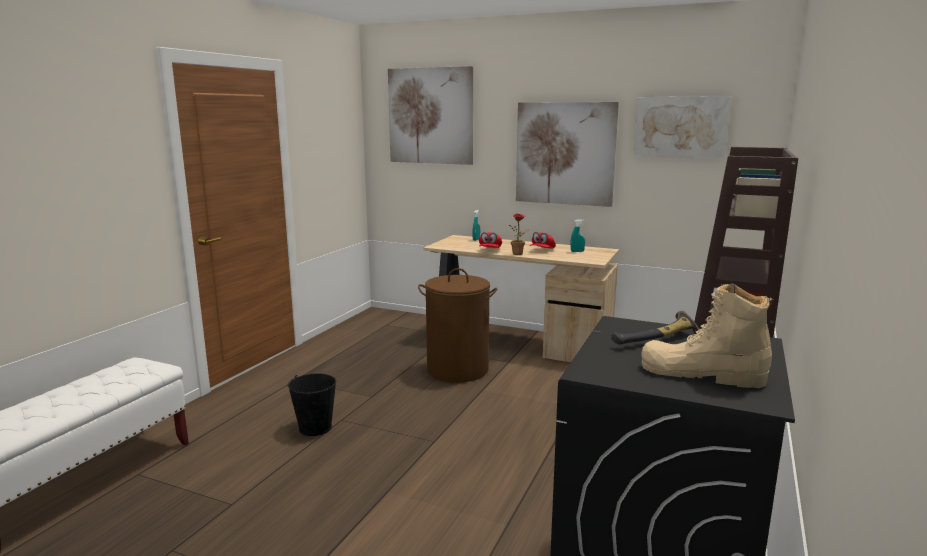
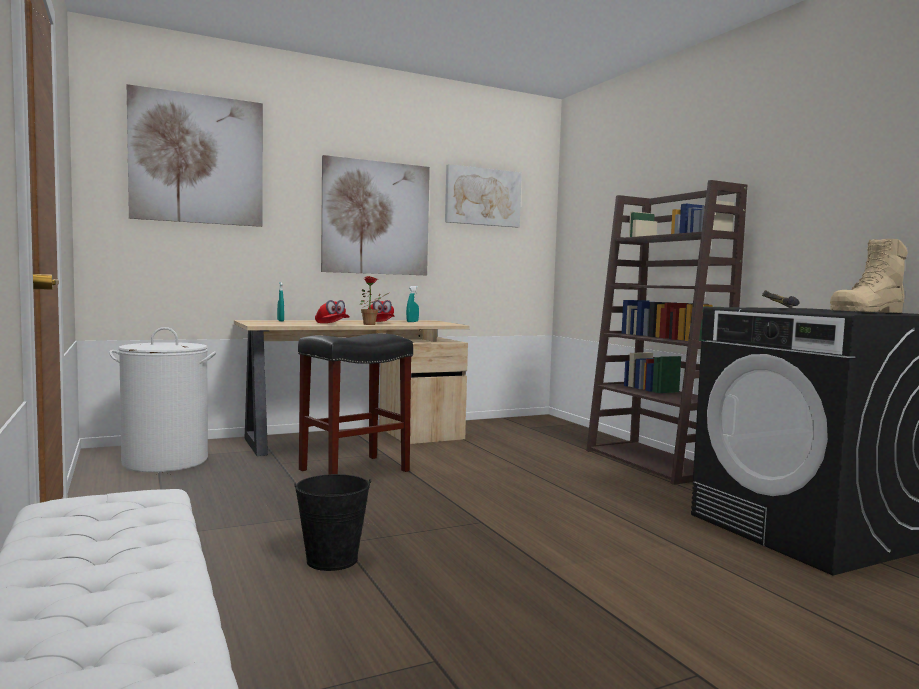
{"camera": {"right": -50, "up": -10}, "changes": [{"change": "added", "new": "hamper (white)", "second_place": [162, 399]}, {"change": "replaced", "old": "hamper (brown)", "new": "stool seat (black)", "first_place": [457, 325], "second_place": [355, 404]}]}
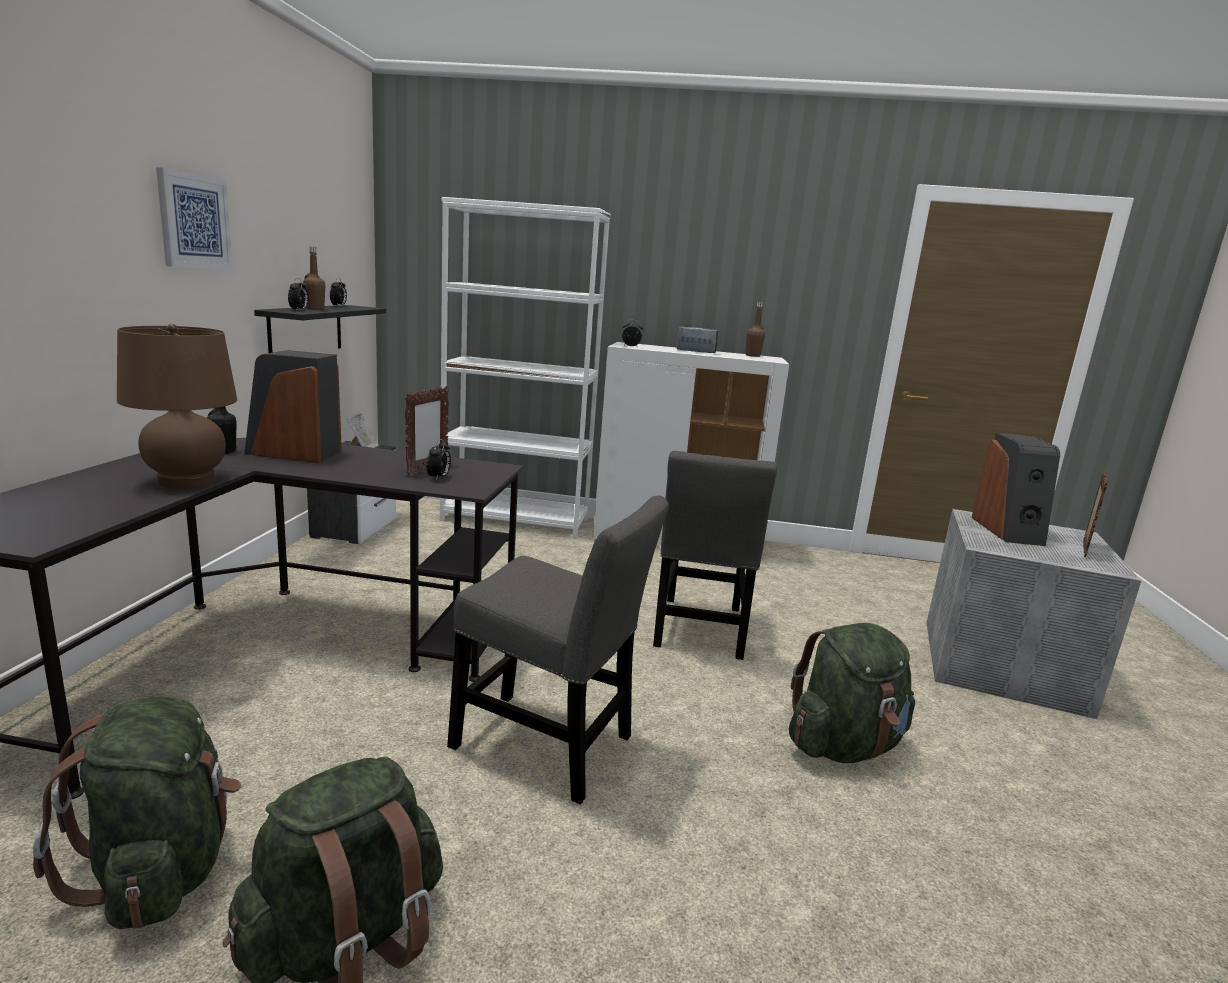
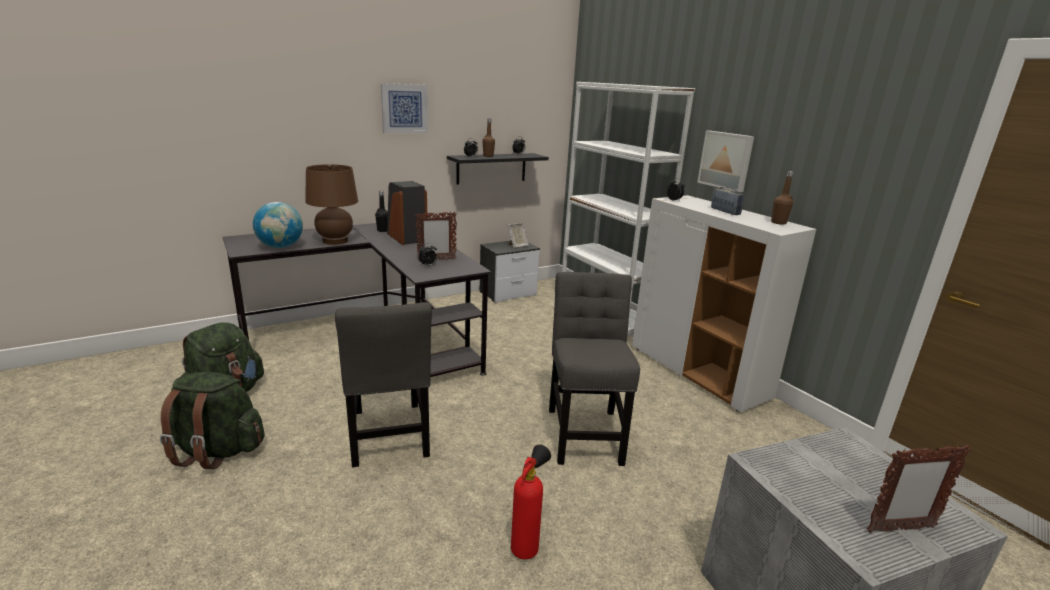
{"camera": {"right": 50, "up": 5}, "changes": [{"change": "removed", "old": "loudspeaker", "first_place": [1015, 489]}, {"change": "added", "new": "globe", "second_place": [278, 225]}, {"change": "added", "new": "wall picture", "second_place": [725, 161]}, {"change": "replaced", "old": "backpack (green)", "new": "fire-fighting cylinder", "first_place": [852, 693], "second_place": [531, 502]}, {"change": "turned", "old": "upright chair (greyish)", "first_place": [715, 555], "second_place": [594, 369], "degrees": 120}]}
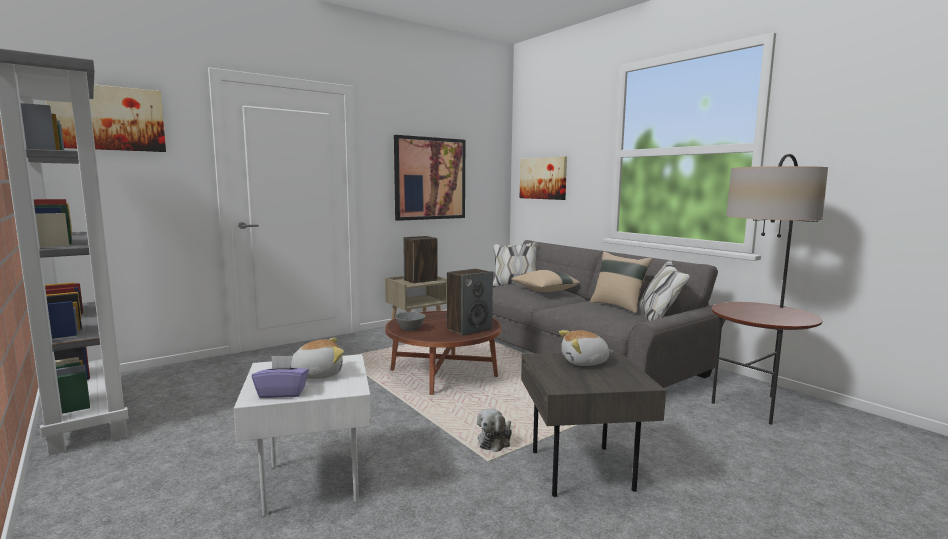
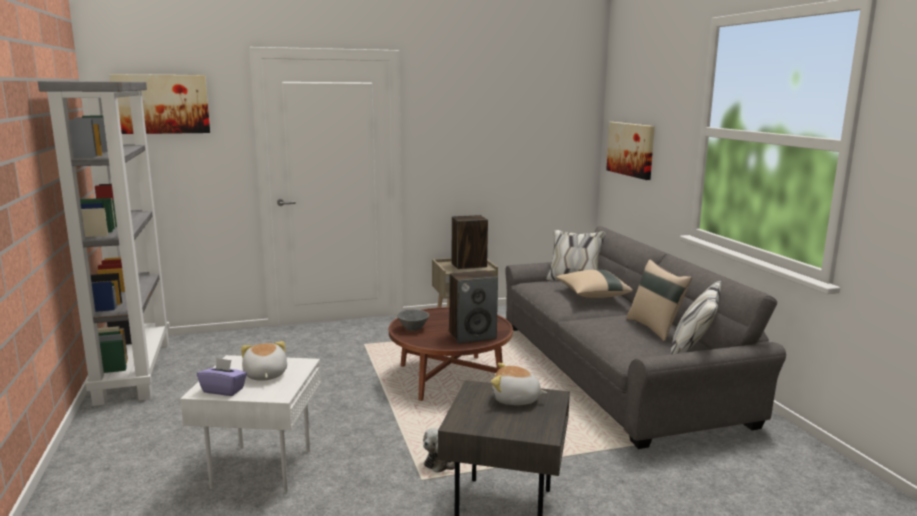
{"camera": {"right": 20, "up": 5}, "changes": [{"change": "removed", "old": "wall picture", "first_place": [429, 178]}, {"change": "removed", "old": "standing lamp", "first_place": [769, 288]}, {"change": "turned", "old": "cuddly toy", "first_place": [317, 358], "second_place": [264, 361], "degrees": -105}]}
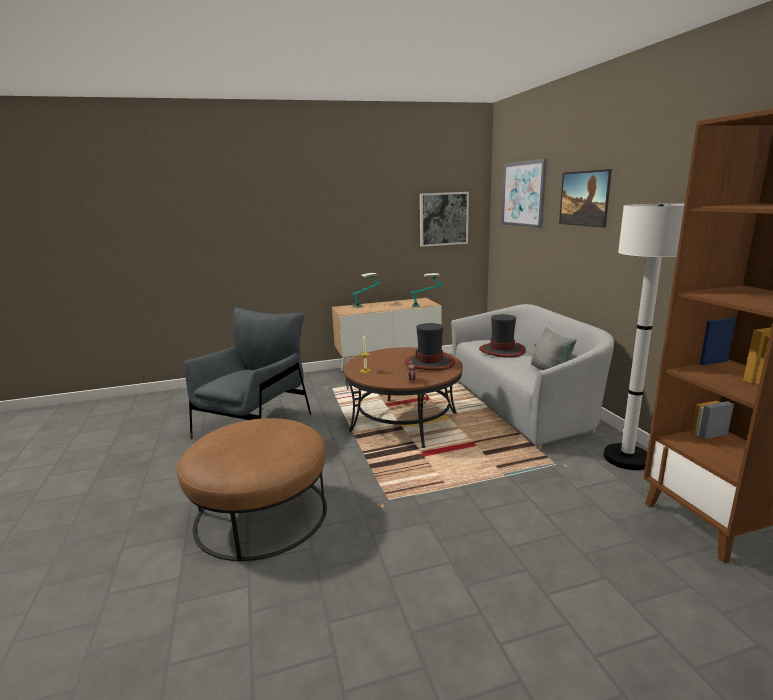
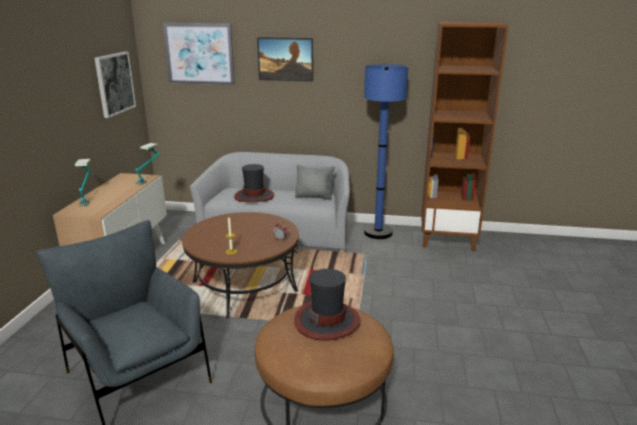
{"camera": {"right": -65, "up": 5}, "changes": [{"change": "moved", "old": "wearable hat", "first_place": [430, 346], "second_place": [327, 305]}, {"change": "recoloured", "old": "standing lamp (white)", "new": "standing lamp (blue-coloured)", "first_place": [644, 336], "second_place": [386, 151]}]}
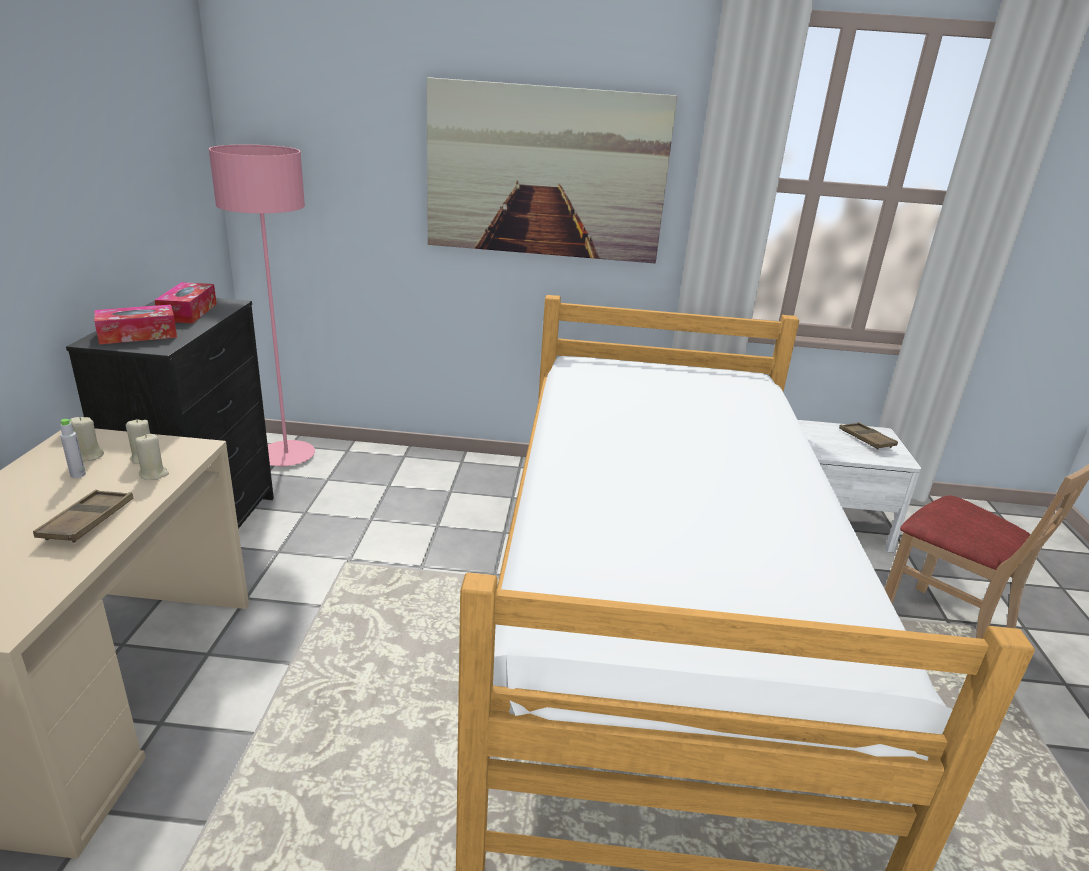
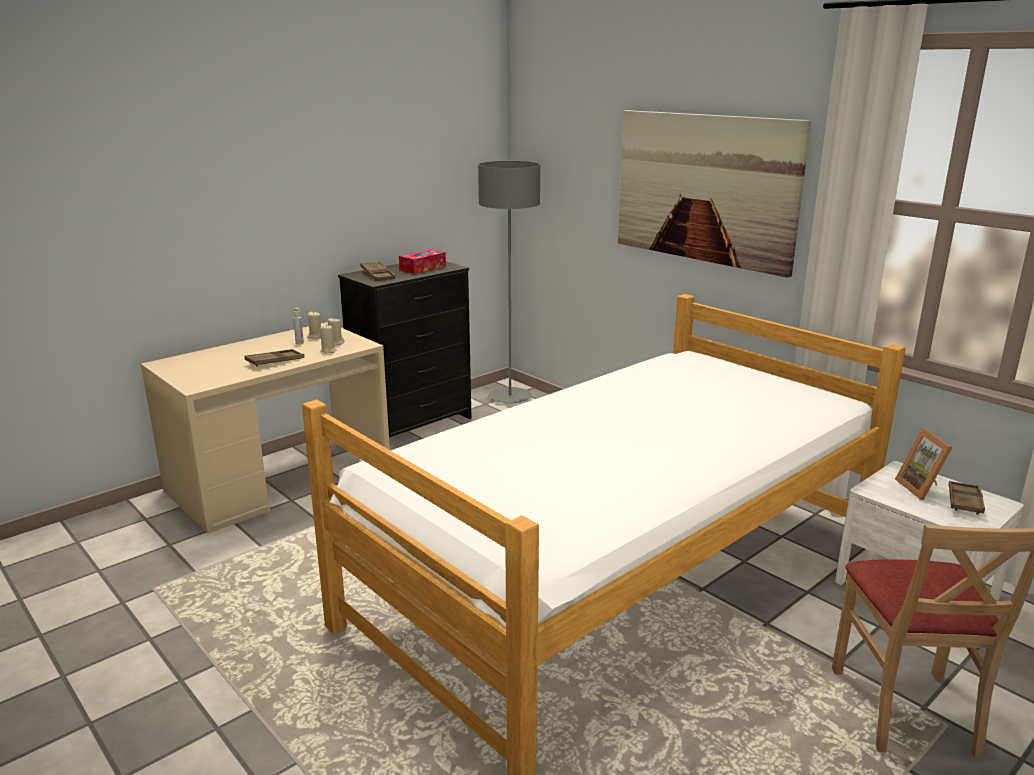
{"camera": {"right": 45, "up": -5}, "changes": [{"change": "added", "new": "photo frame", "second_place": [924, 464]}, {"change": "replaced", "old": "tissue box", "new": "tray (brown)", "first_place": [135, 324], "second_place": [377, 271]}, {"change": "recoloured", "old": "standing lamp (pink-coloured)", "new": "standing lamp (greyish)", "first_place": [262, 305], "second_place": [509, 282]}]}
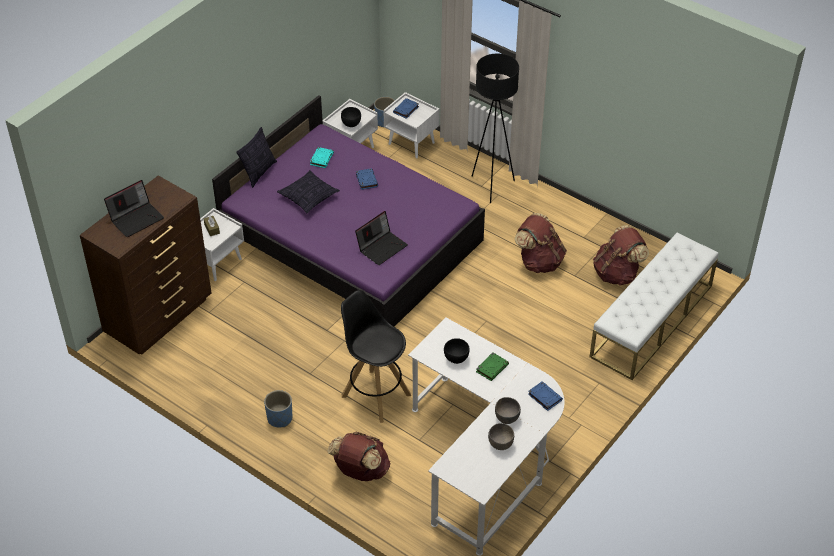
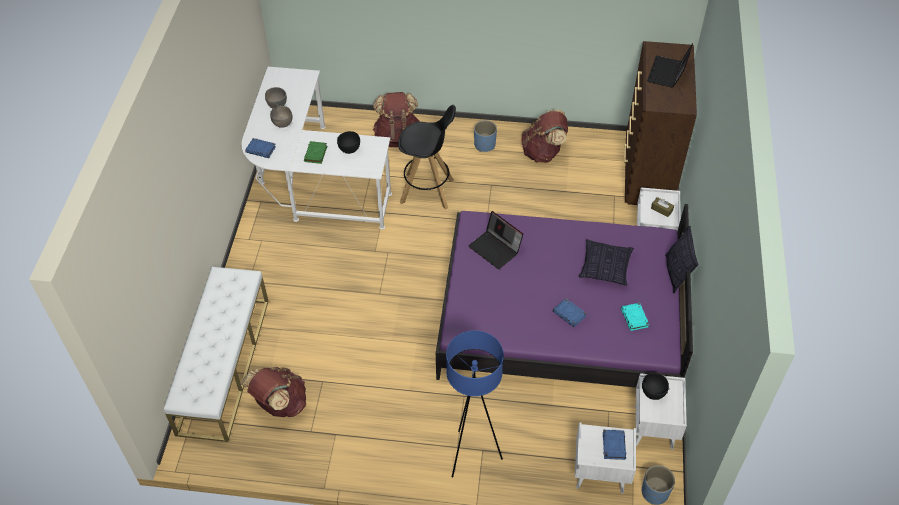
{"camera": {"right": 150, "up": 5}, "changes": [{"change": "moved", "old": "backpack (brown)", "first_place": [540, 243], "second_place": [544, 136]}, {"change": "recoloured", "old": "standing lamp (black)", "new": "standing lamp (blue-coloured)", "first_place": [495, 128], "second_place": [475, 403]}, {"change": "turned", "old": "portable computer", "first_place": [381, 238], "second_place": [495, 240], "degrees": -60}]}
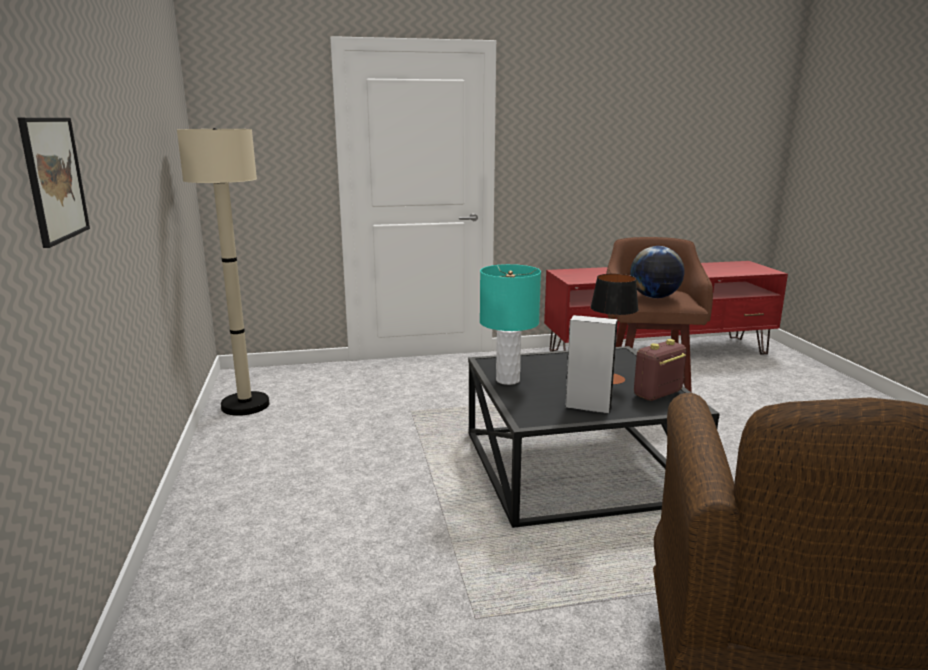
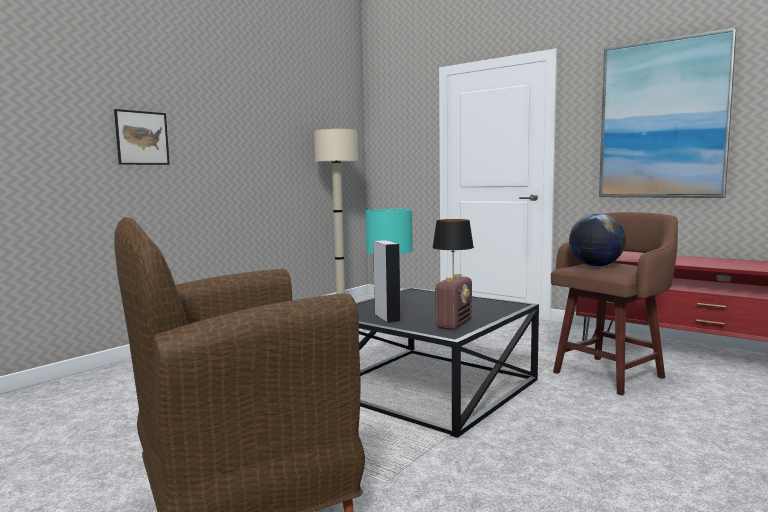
{"camera": {"right": 50, "up": -10}, "changes": [{"change": "added", "new": "wall picture", "second_place": [668, 113]}, {"change": "turned", "old": "radio set", "first_place": [660, 370], "second_place": [453, 301], "degrees": 105}]}
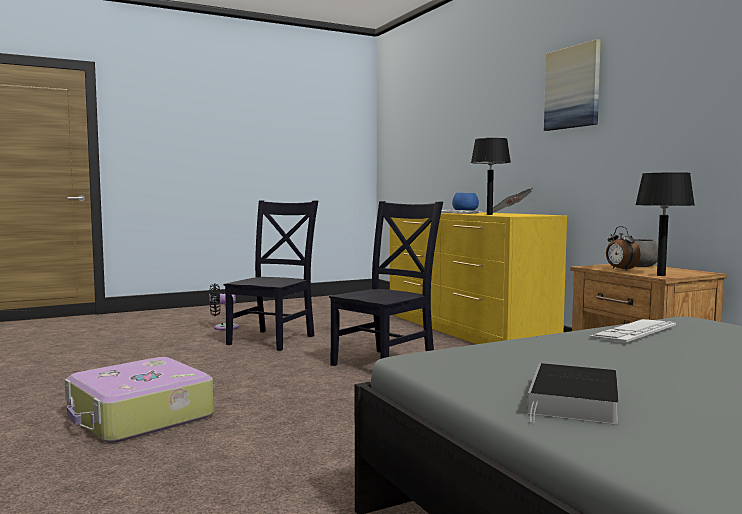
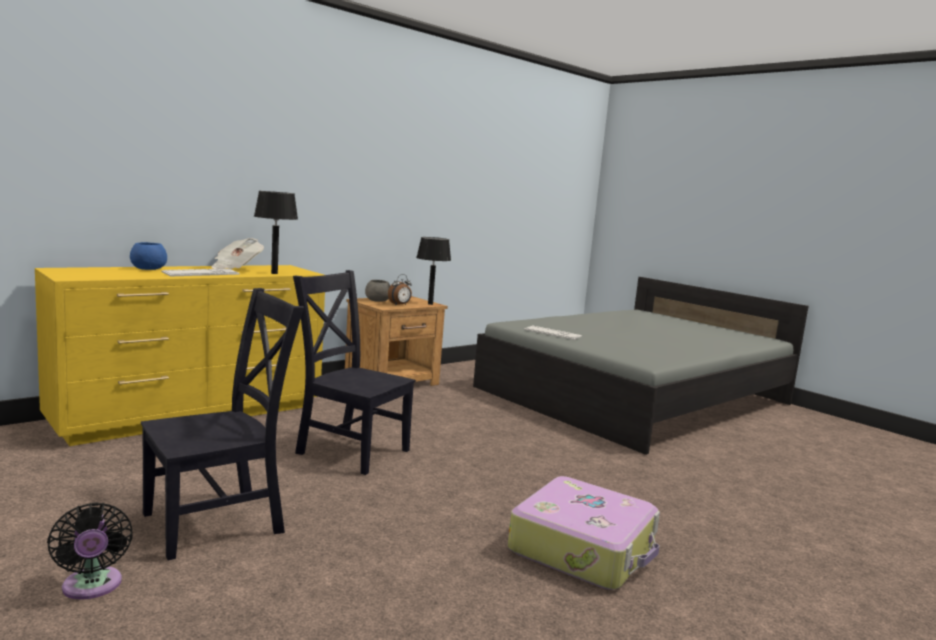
{"camera": {"right": -105, "up": 5}, "changes": [{"change": "removed", "old": "book", "first_place": [573, 394]}, {"change": "removed", "old": "wall picture", "first_place": [572, 85]}, {"change": "turned", "old": "upright chair (black)", "first_place": [271, 275], "second_place": [222, 424], "degrees": 135}]}
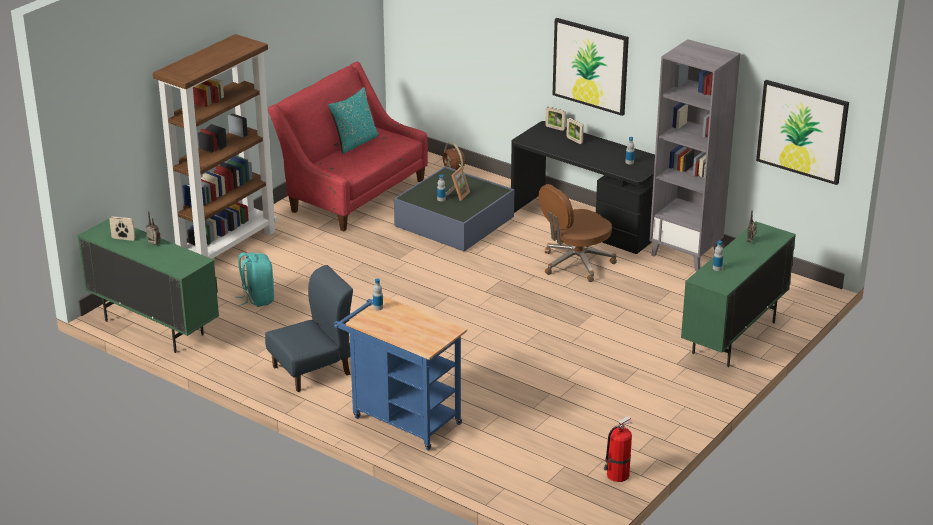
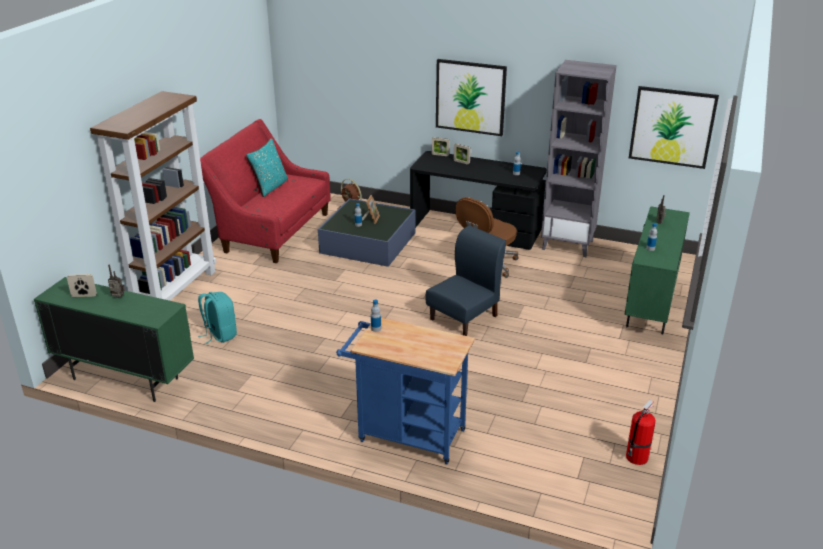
{"camera": {"right": -15, "up": 0}, "changes": [{"change": "moved", "old": "upright chair (blue-coloured)", "first_place": [309, 328], "second_place": [465, 281]}]}
